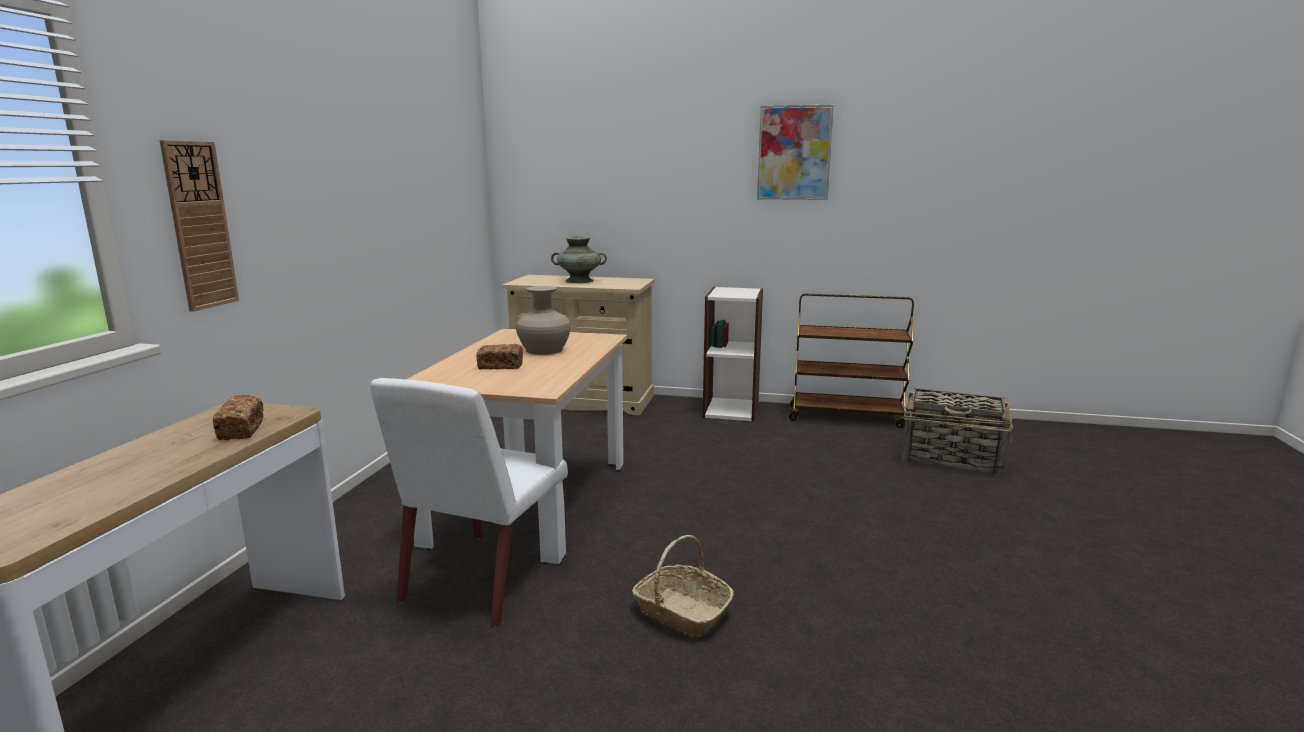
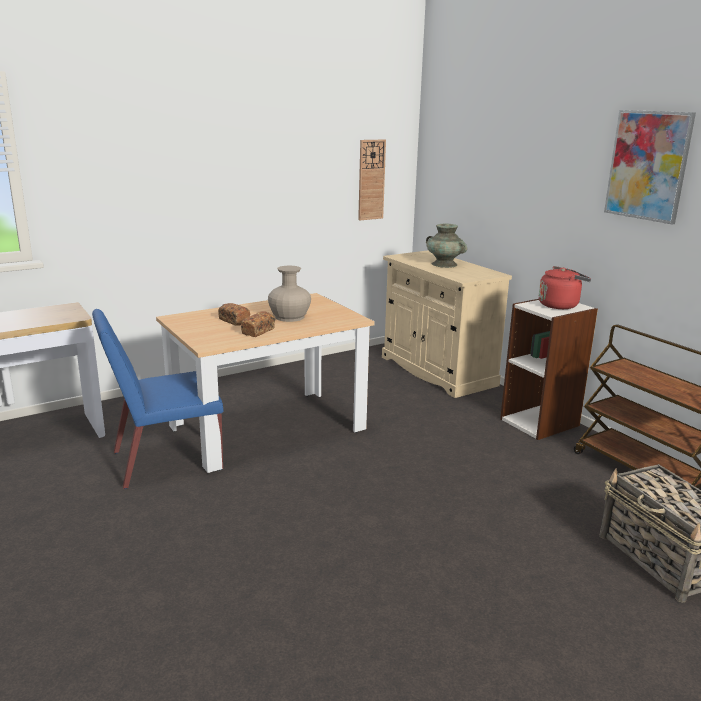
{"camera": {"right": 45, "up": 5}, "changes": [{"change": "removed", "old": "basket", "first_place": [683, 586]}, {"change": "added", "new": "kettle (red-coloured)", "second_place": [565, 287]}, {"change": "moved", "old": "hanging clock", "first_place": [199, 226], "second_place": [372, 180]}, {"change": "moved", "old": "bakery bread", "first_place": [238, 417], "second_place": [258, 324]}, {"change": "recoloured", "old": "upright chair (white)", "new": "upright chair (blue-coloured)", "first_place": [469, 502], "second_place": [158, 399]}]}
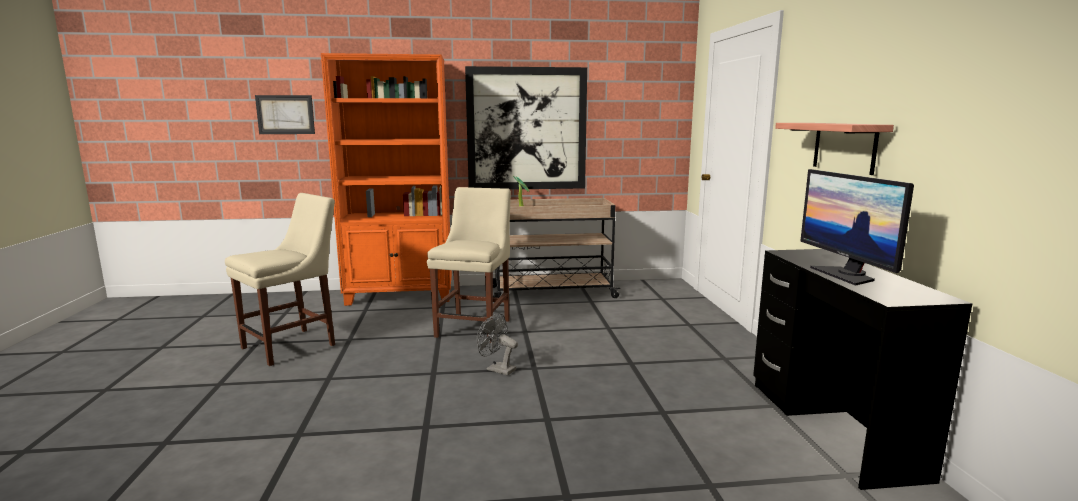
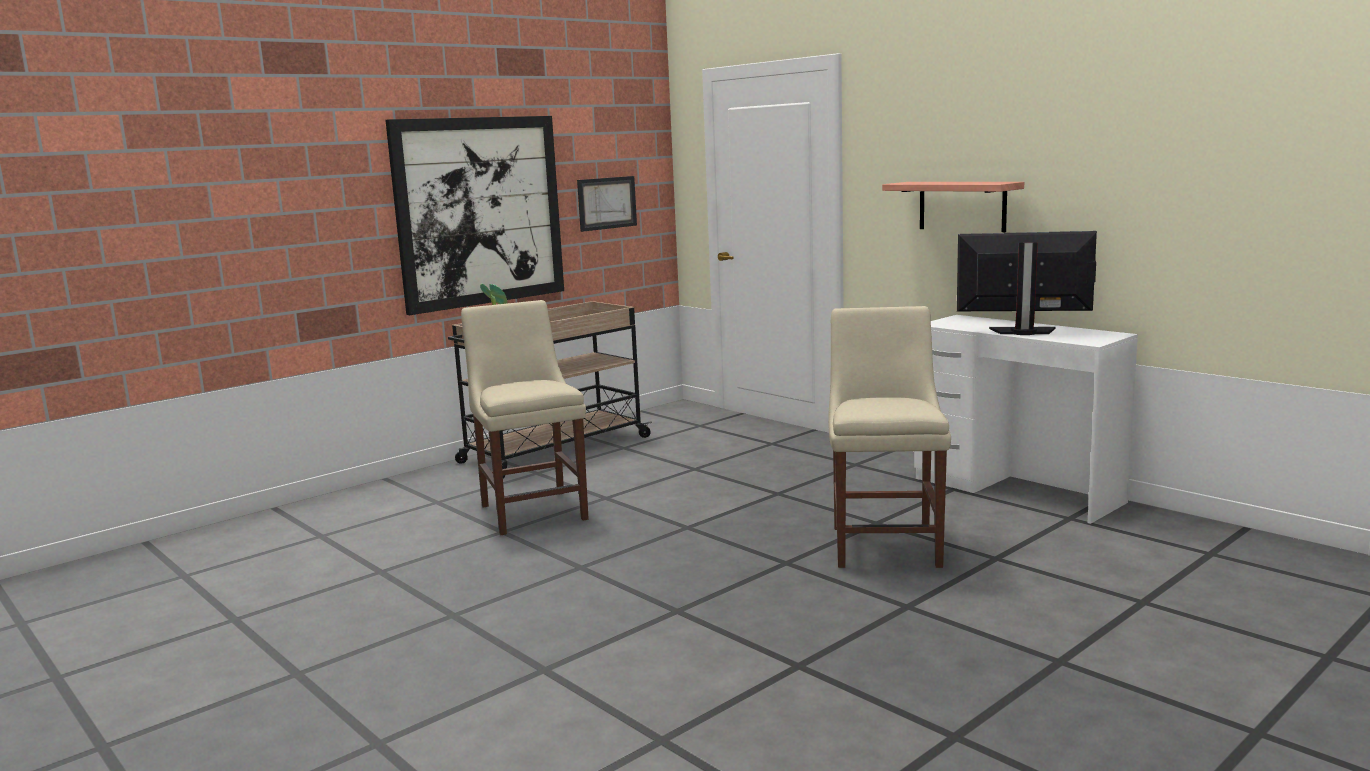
{"camera": {"right": -35, "up": 0}, "changes": [{"change": "removed", "old": "bookshelf (orange-coloured)", "first_place": [386, 179]}, {"change": "removed", "old": "cooling fan (greyish)", "first_place": [497, 344]}, {"change": "moved", "old": "upright chair (sand-coloured)", "first_place": [280, 279], "second_place": [889, 437]}, {"change": "moved", "old": "wall picture", "first_place": [285, 114], "second_place": [607, 204]}, {"change": "recoloured", "old": "desk (black)", "new": "desk (white)", "first_place": [862, 369], "second_place": [1026, 419]}, {"change": "turned", "old": "monitor", "first_place": [857, 227], "second_place": [1027, 283], "degrees": 150}]}
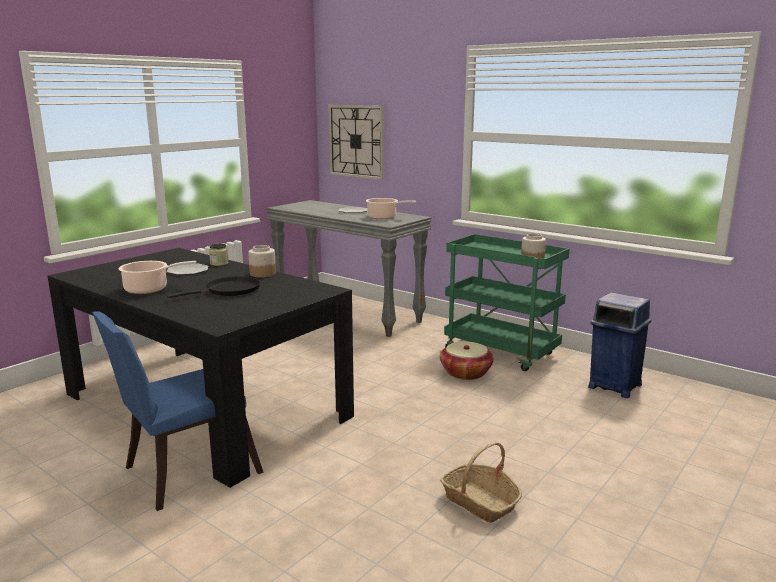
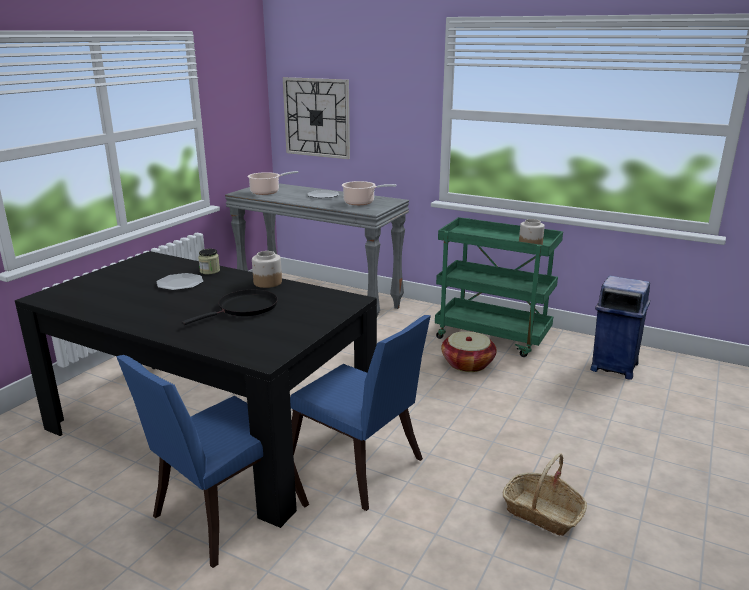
{"camera": {"right": -10, "up": 5}, "changes": [{"change": "added", "new": "upright chair (blue-coloured)", "second_place": [360, 413]}, {"change": "moved", "old": "saucepot", "first_place": [157, 277], "second_place": [273, 183]}]}
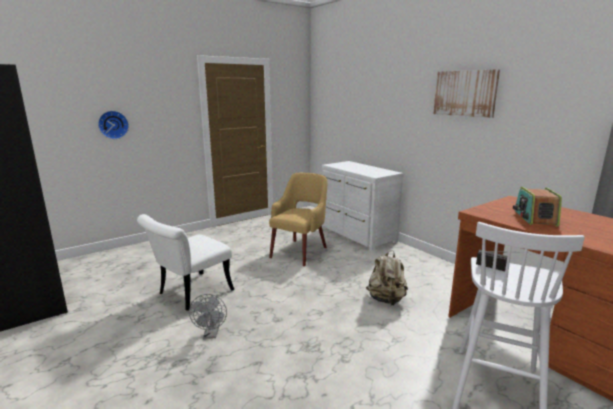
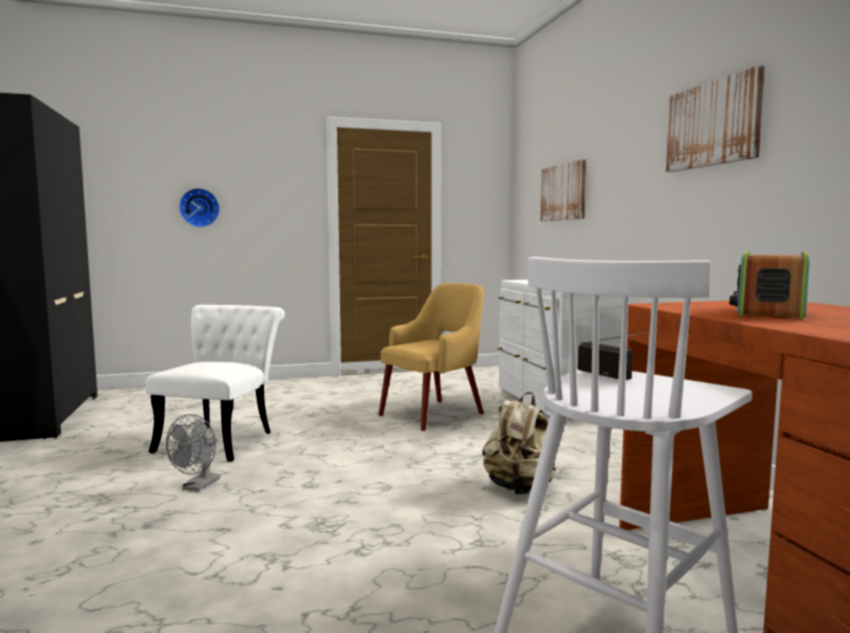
{"camera": {"right": 20, "up": -10}, "changes": [{"change": "added", "new": "wall picture", "second_place": [563, 190]}, {"change": "turned", "old": "upright chair (white)", "first_place": [186, 262], "second_place": [215, 383], "degrees": 135}]}
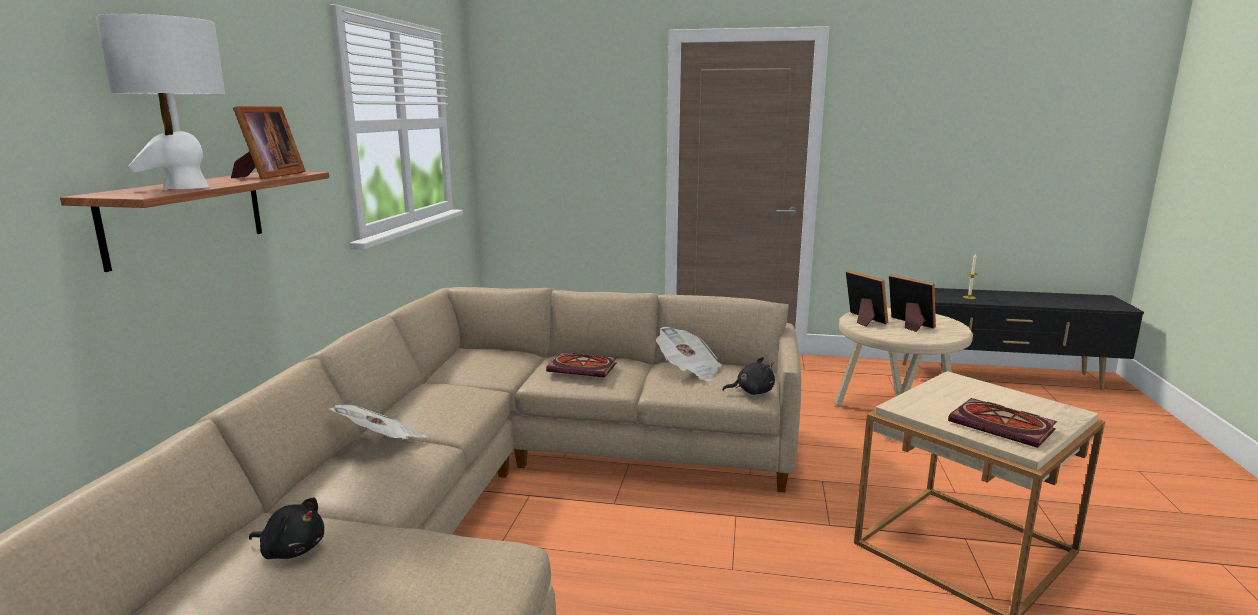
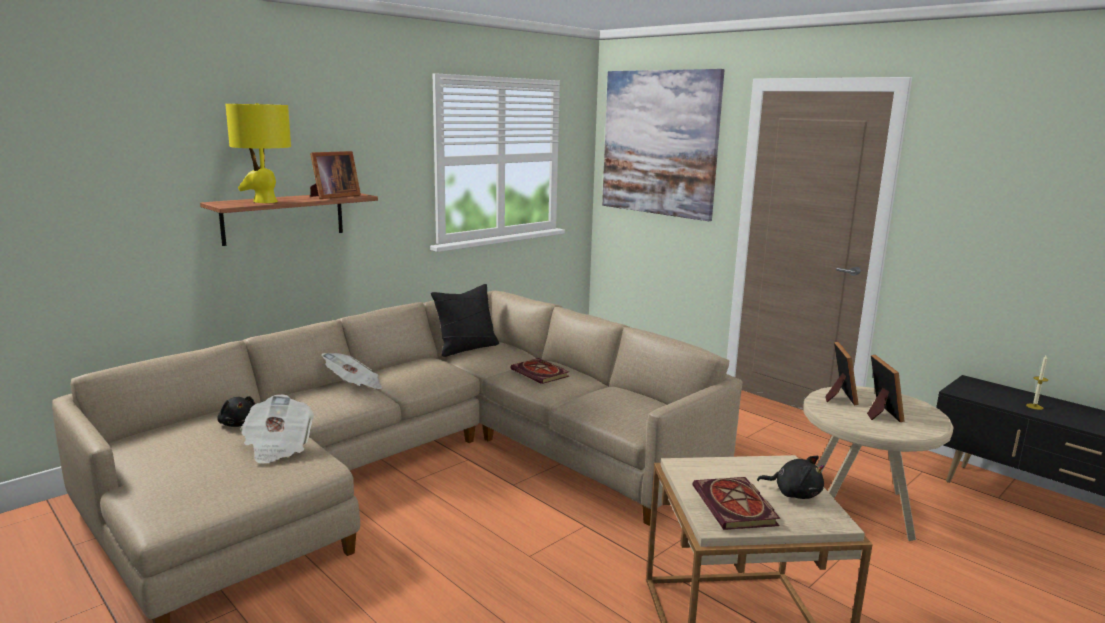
{"camera": {"right": 35, "up": 0}, "changes": [{"change": "added", "new": "throw pillow (black)", "second_place": [465, 320]}, {"change": "added", "new": "wall picture", "second_place": [663, 145]}, {"change": "moved", "old": "newspaper", "first_place": [689, 354], "second_place": [277, 429]}, {"change": "moved", "old": "cuddly toy (black)", "first_place": [748, 376], "second_place": [790, 477]}, {"change": "recoloured", "old": "lamp for a table (white)", "new": "lamp for a table (yellow-coloured)", "first_place": [160, 101], "second_place": [258, 153]}]}
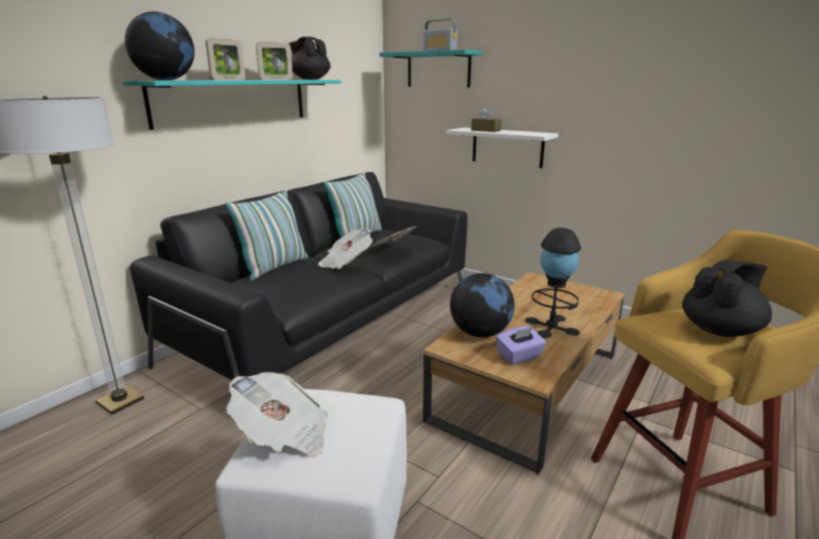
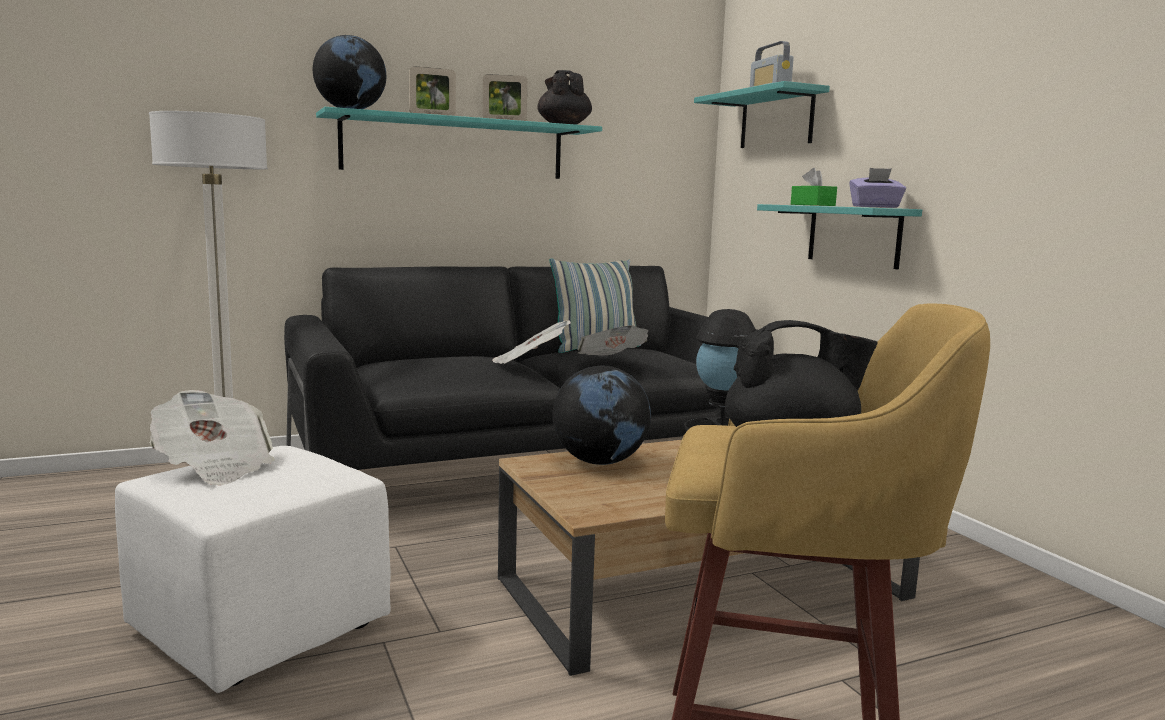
{"camera": {"right": 30, "up": -10}, "changes": [{"change": "removed", "old": "throw pillow", "first_place": [267, 235]}, {"change": "moved", "old": "tissue box (purple-coloured)", "first_place": [521, 345], "second_place": [877, 188]}, {"change": "recoloured", "old": "bracket shelf (white)", "new": "bracket shelf (blue-green)", "first_place": [503, 148], "second_place": [839, 236]}, {"change": "recoloured", "old": "tissue box (brown)", "new": "tissue box (green)", "first_place": [486, 119], "second_place": [814, 187]}]}
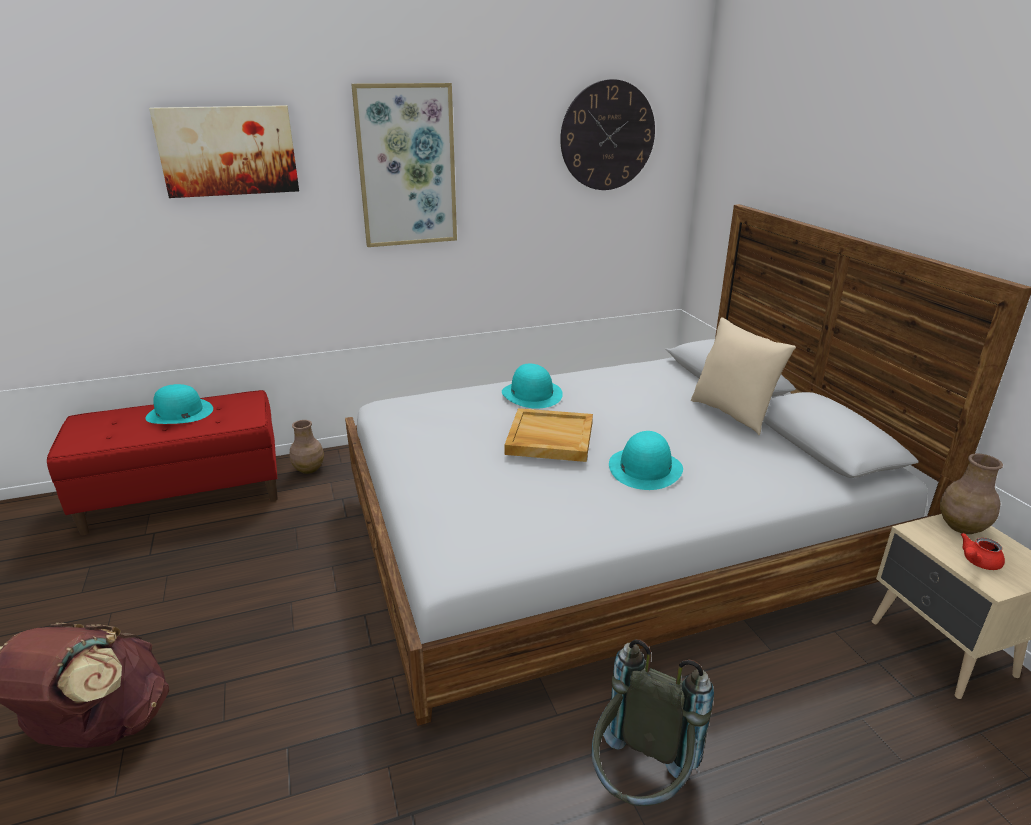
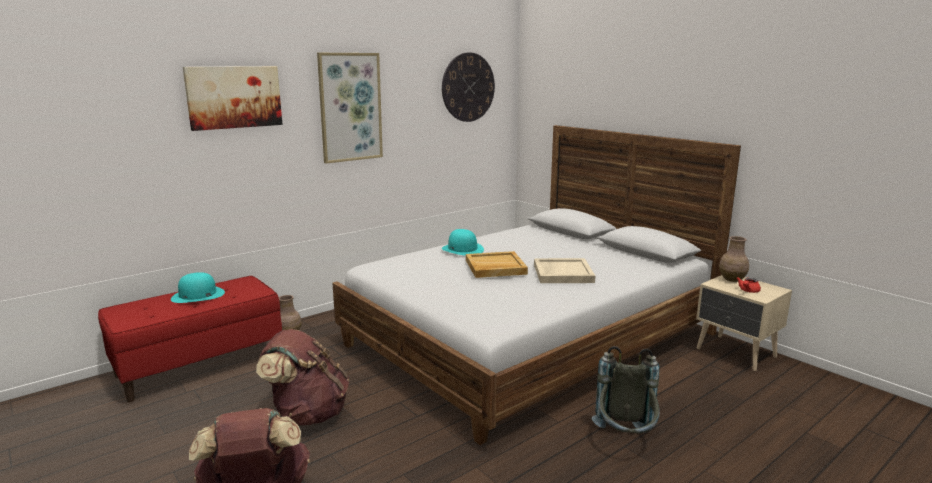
{"camera": {"right": -20, "up": -10}, "changes": [{"change": "removed", "old": "throw pillow (sand-coloured)", "first_place": [743, 376]}, {"change": "added", "new": "backpack (brown)", "second_place": [302, 377]}, {"change": "replaced", "old": "wearable hat (blue-green)", "new": "tray (sand-coloured)", "first_place": [646, 460], "second_place": [564, 270]}]}
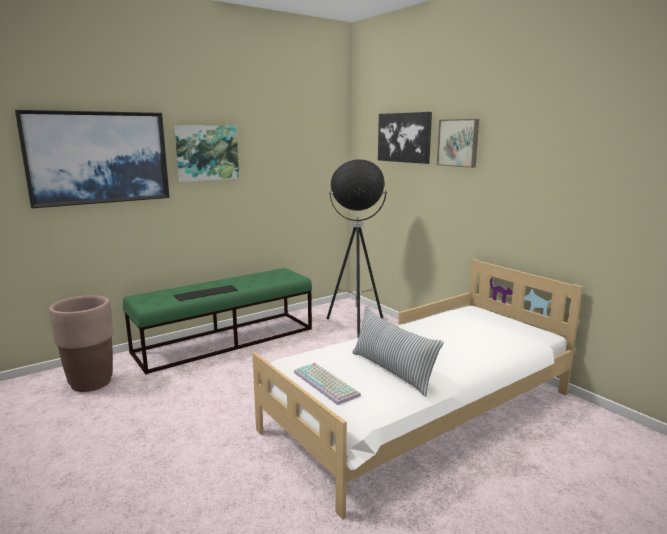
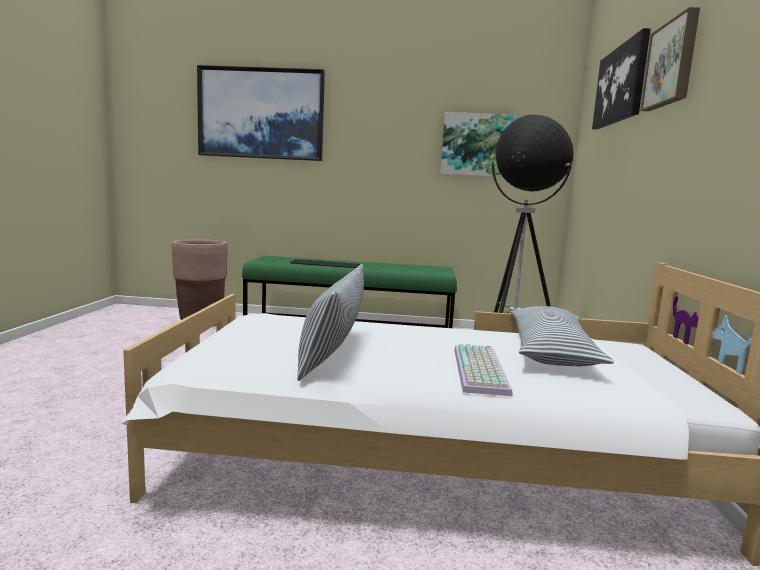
{"camera": {"right": 40, "up": -5}, "changes": [{"change": "added", "new": "throw pillow", "second_place": [562, 336]}, {"change": "moved", "old": "wall picture", "first_place": [206, 153], "second_place": [478, 144]}, {"change": "moved", "old": "PC keyboard", "first_place": [327, 384], "second_place": [483, 370]}]}
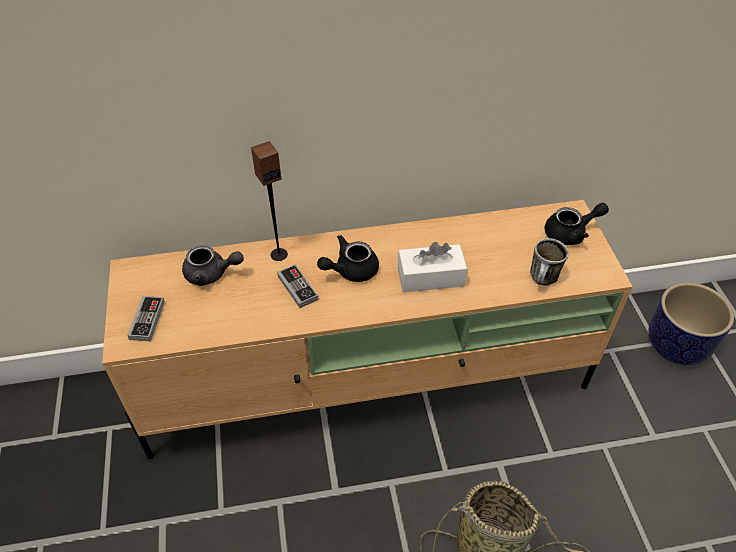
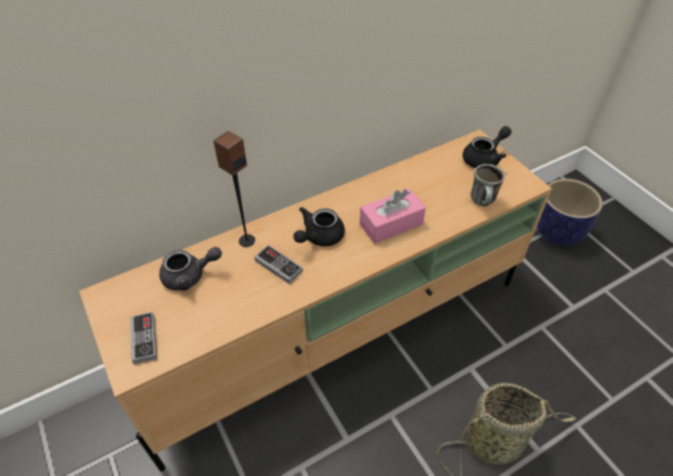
{"camera": {"right": -20, "up": 0}, "changes": [{"change": "recoloured", "old": "tissue box (white)", "new": "tissue box (pink-coloured)", "first_place": [432, 267], "second_place": [393, 216]}]}
